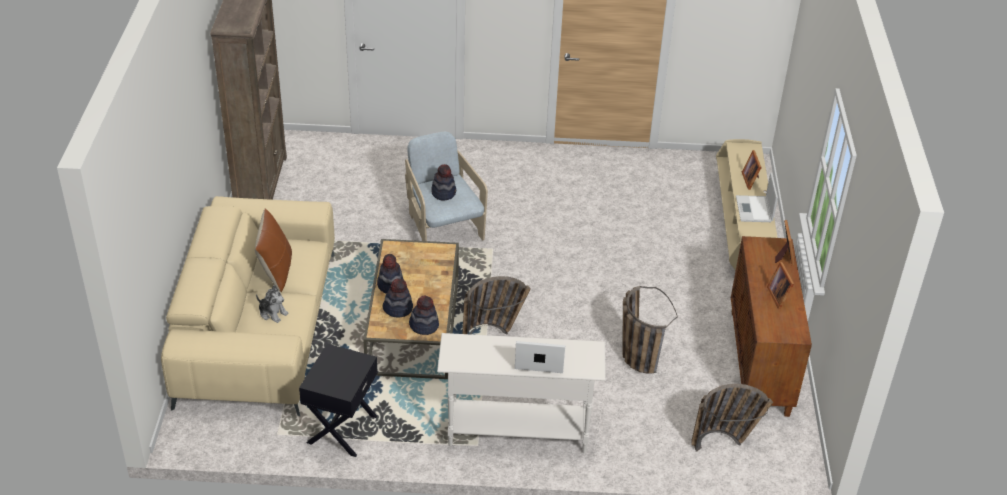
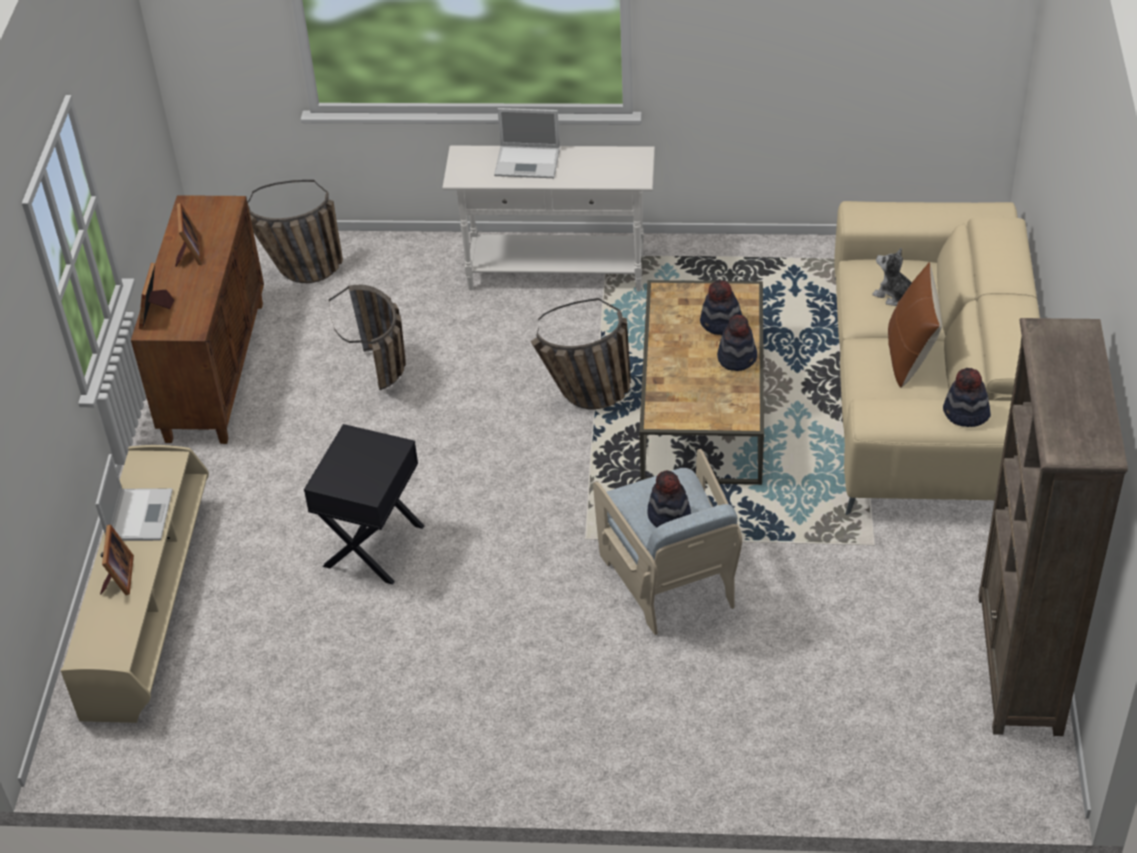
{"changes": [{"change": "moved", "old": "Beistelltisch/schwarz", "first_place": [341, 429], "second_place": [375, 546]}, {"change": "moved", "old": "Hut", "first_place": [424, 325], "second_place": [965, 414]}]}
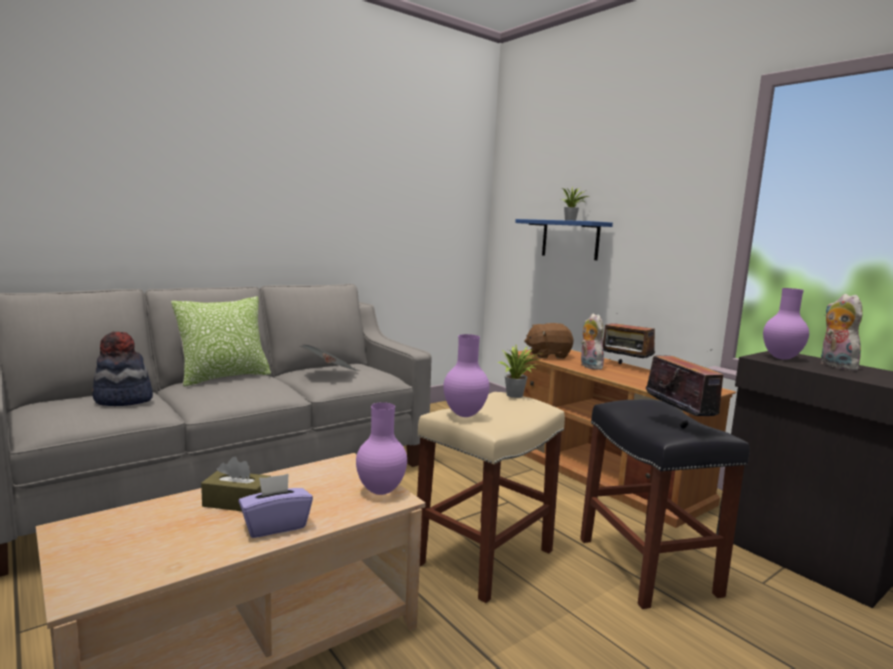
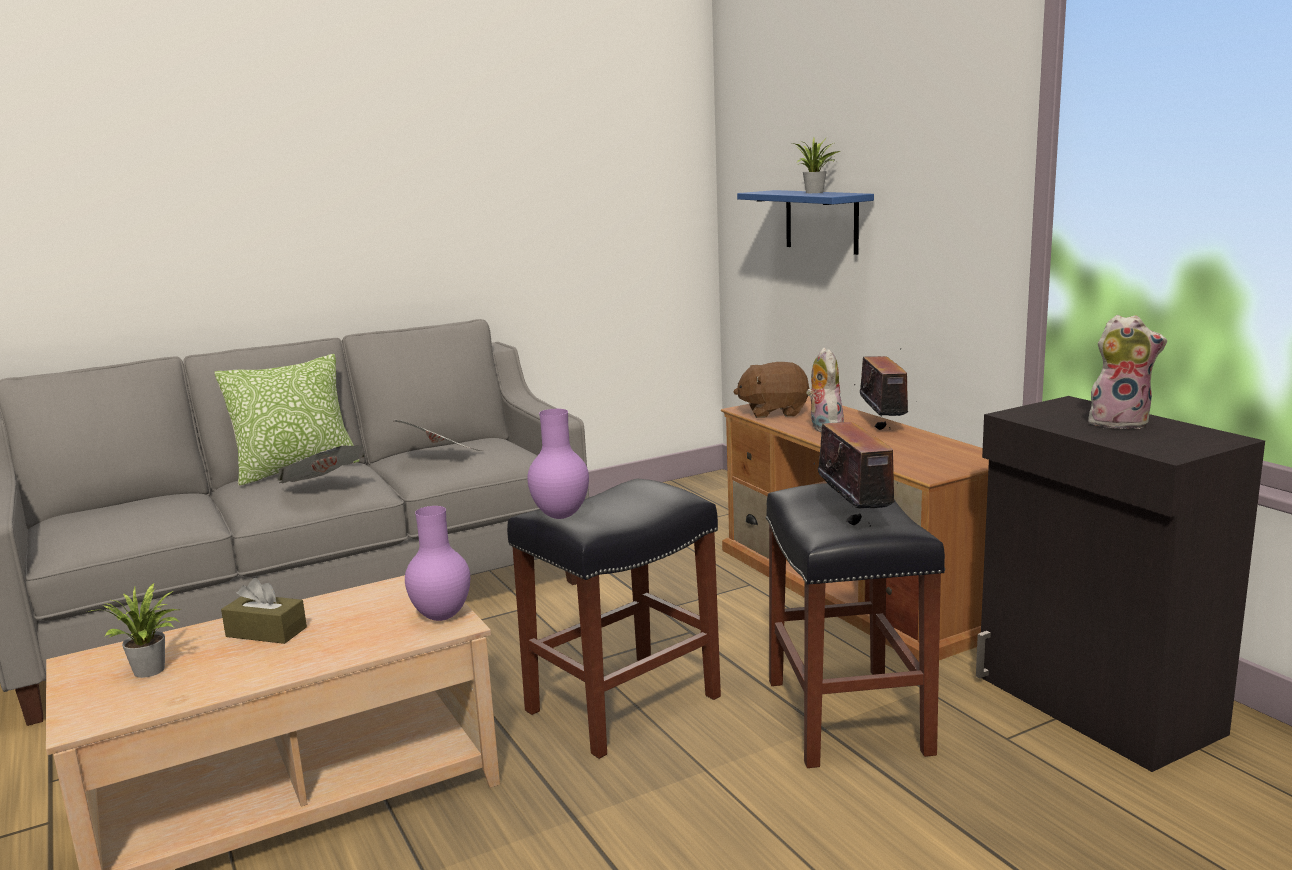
{"changes": [{"change": "removed", "old": "Hut", "first_place": [123, 400]}, {"change": "removed", "old": "Taschentuchbox/lila", "first_place": [275, 525]}, {"change": "removed", "old": "Vase/lila", "first_place": [782, 358]}, {"change": "added", "new": "Zeitung", "second_place": [324, 488]}, {"change": "moved", "old": "Topfpflanze", "first_place": [516, 395], "second_place": [151, 671]}, {"change": "recoloured", "old": "Hocker/beige", "new": "Hocker/schwarz", "first_place": [485, 555], "second_place": [624, 702]}, {"change": "turned", "old": "Radio", "first_place": [625, 366], "second_place": [883, 425], "degrees": -150}, {"change": "turned", "old": "Plüschtier", "first_place": [834, 366], "second_place": [1120, 423], "degrees": 105}]}
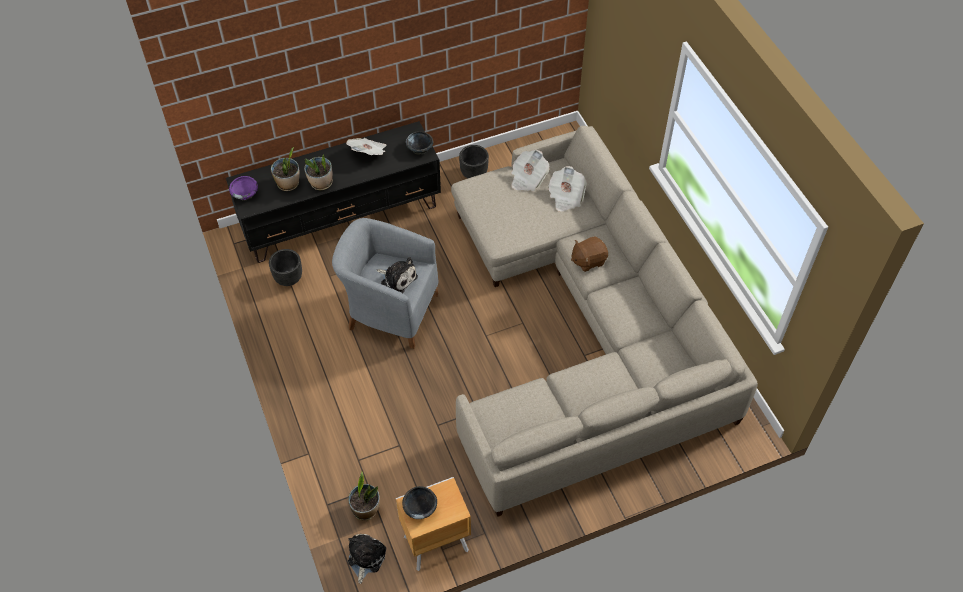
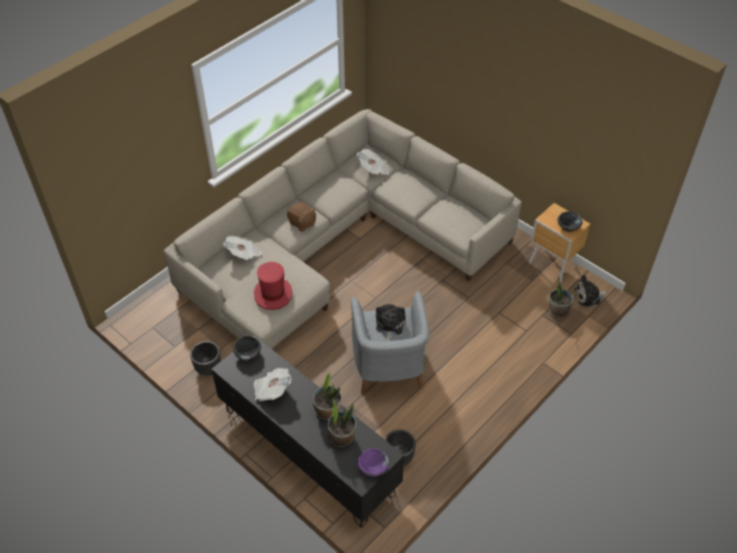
{"changes": [{"change": "added", "new": "Hut/rot", "second_place": [273, 294]}, {"change": "moved", "old": "Zeitung", "first_place": [527, 178], "second_place": [373, 169]}]}
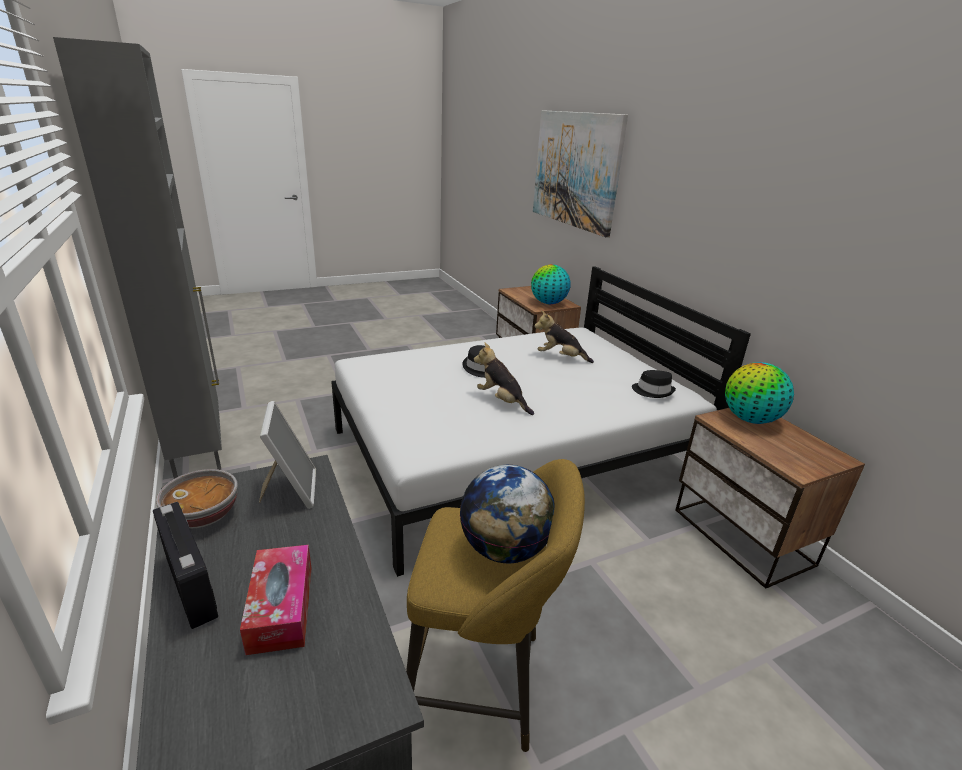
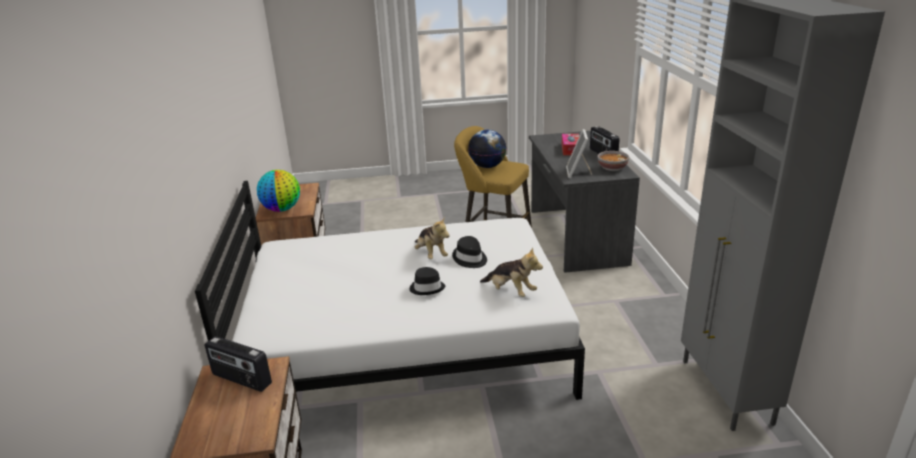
{"changes": [{"change": "removed", "old": "Bild", "first_place": [575, 170]}, {"change": "moved", "old": "Plüschtier", "first_place": [560, 357], "second_place": [510, 291]}, {"change": "moved", "old": "Hut/schwarz", "first_place": [653, 391], "second_place": [470, 259]}, {"change": "replaced", "old": "Globus", "new": "Radio", "first_place": [548, 303], "second_place": [241, 379]}]}
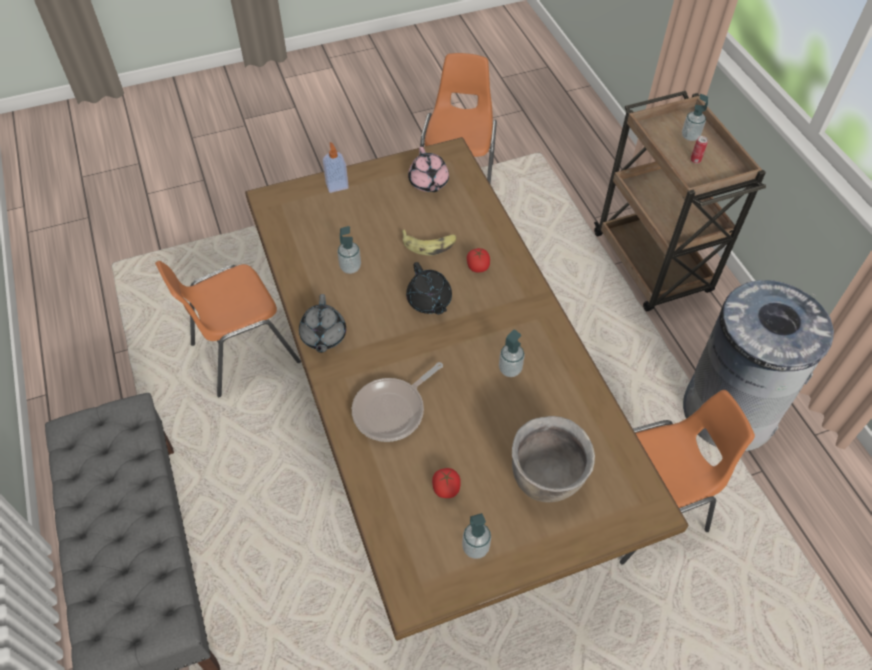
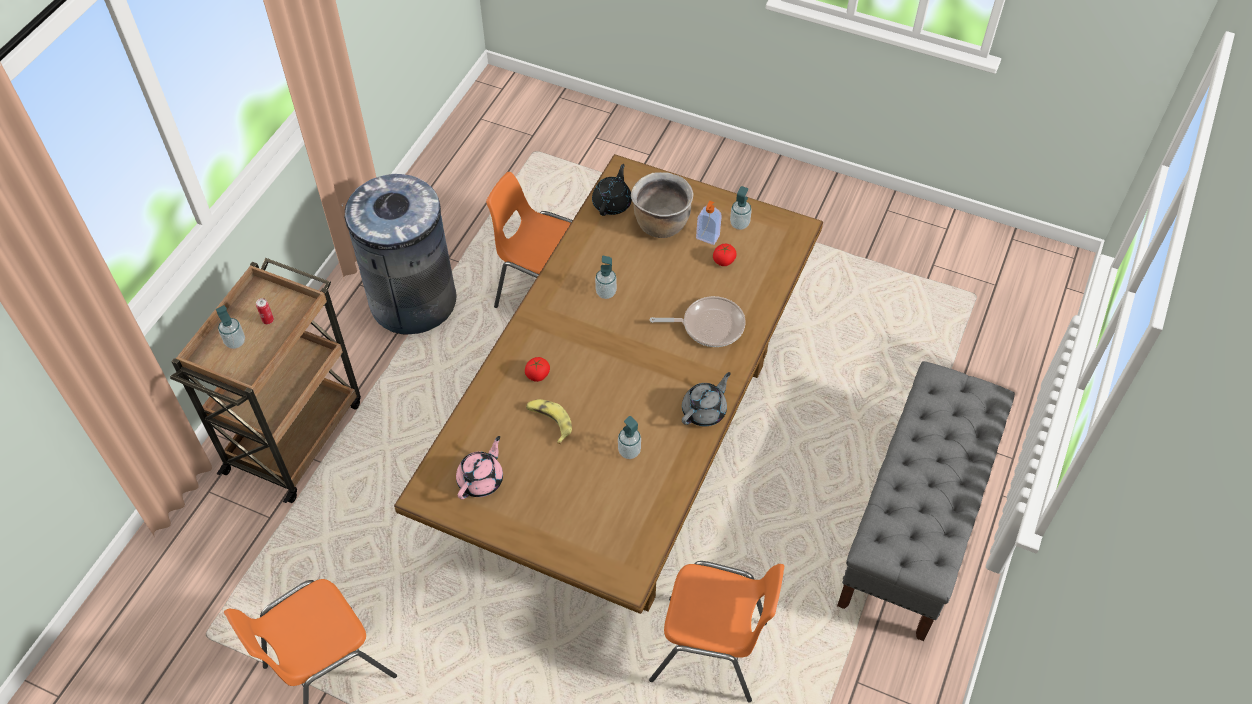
{"changes": [{"change": "moved", "old": "Seifenspender", "first_place": [337, 185], "second_place": [707, 238]}, {"change": "moved", "old": "Teekanne/schwarz", "first_place": [429, 301], "second_place": [612, 203]}]}
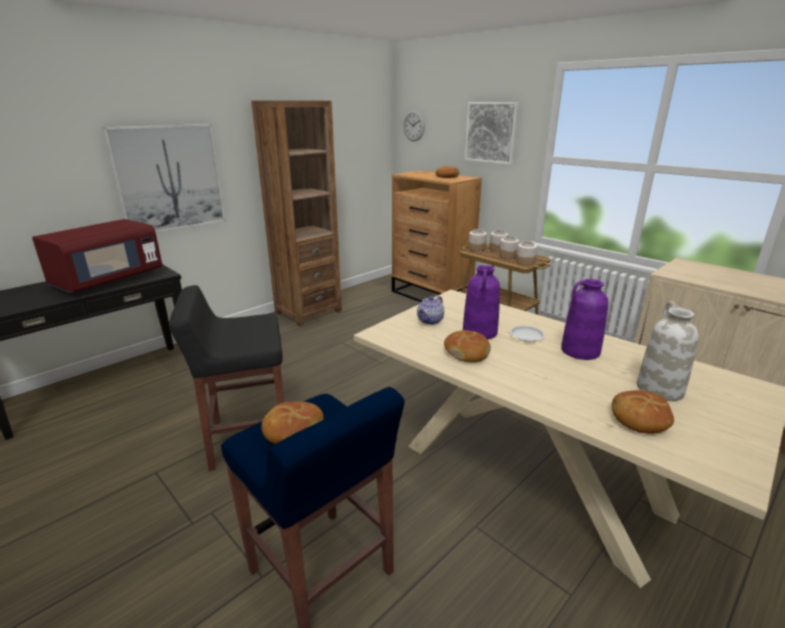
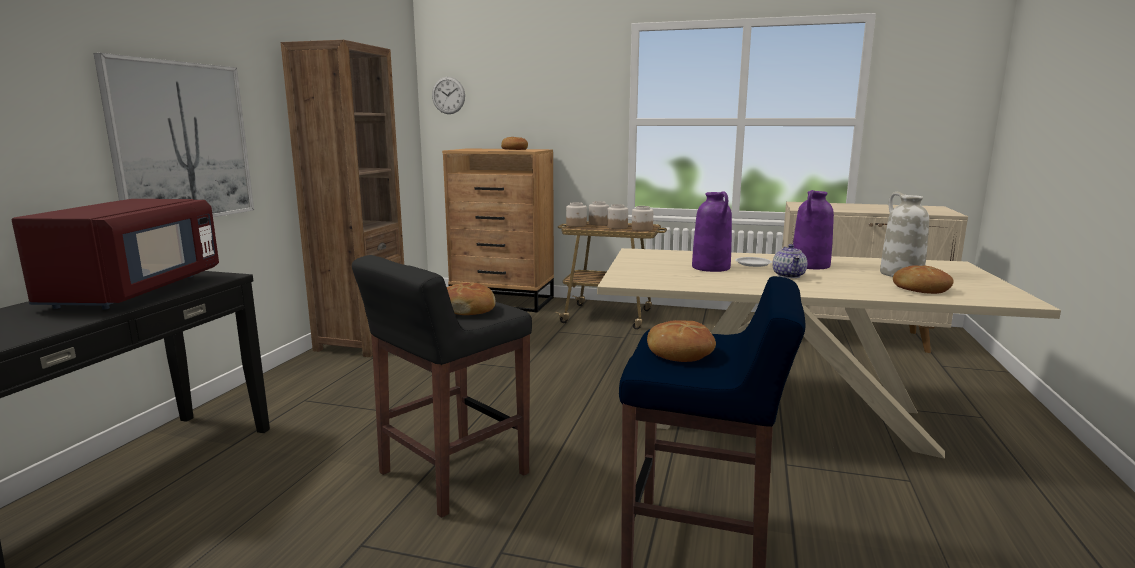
{"changes": [{"change": "removed", "old": "Bild", "first_place": [491, 132]}, {"change": "moved", "old": "Teekanne", "first_place": [430, 320], "second_place": [789, 275]}, {"change": "moved", "old": "Brot", "first_place": [467, 352], "second_place": [468, 309]}]}
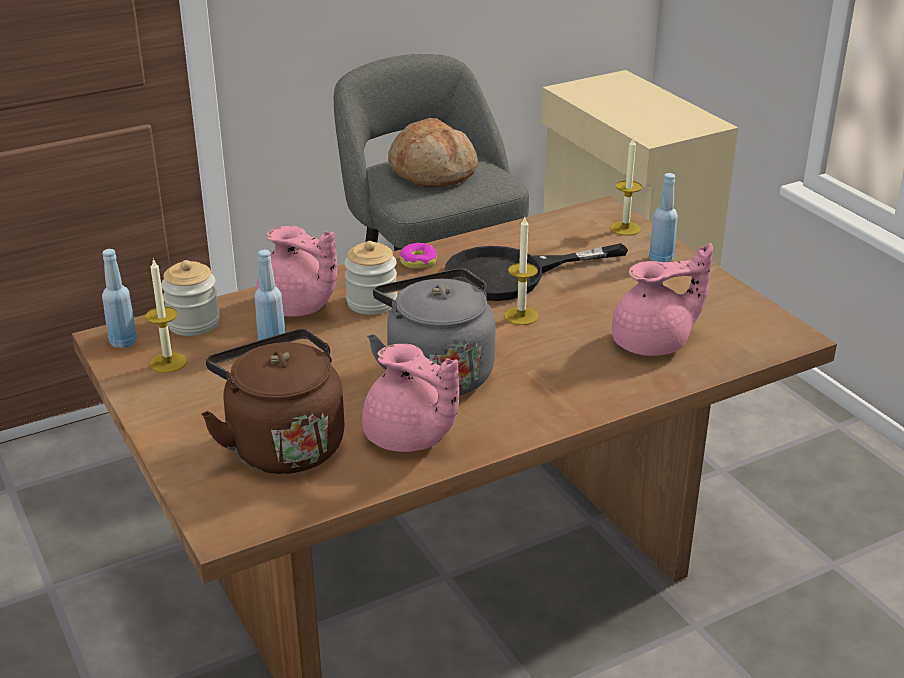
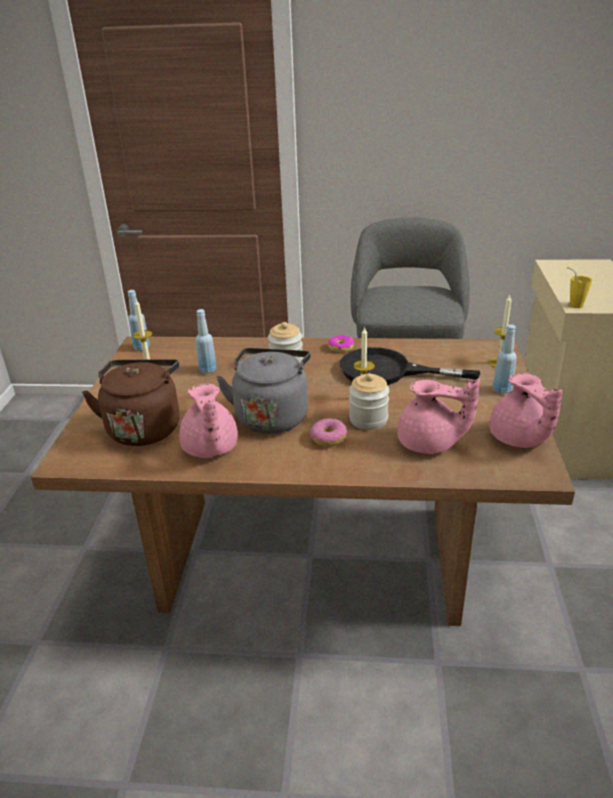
{"changes": [{"change": "removed", "old": "Brot", "first_place": [432, 172]}, {"change": "added", "new": "Donut", "second_place": [328, 438]}, {"change": "added", "new": "Tasse/gelb", "second_place": [574, 304]}, {"change": "moved", "old": "Vorratsglas", "first_place": [193, 323], "second_place": [368, 419]}, {"change": "moved", "old": "Teekanne/rosa", "first_place": [297, 308], "second_place": [519, 439]}]}
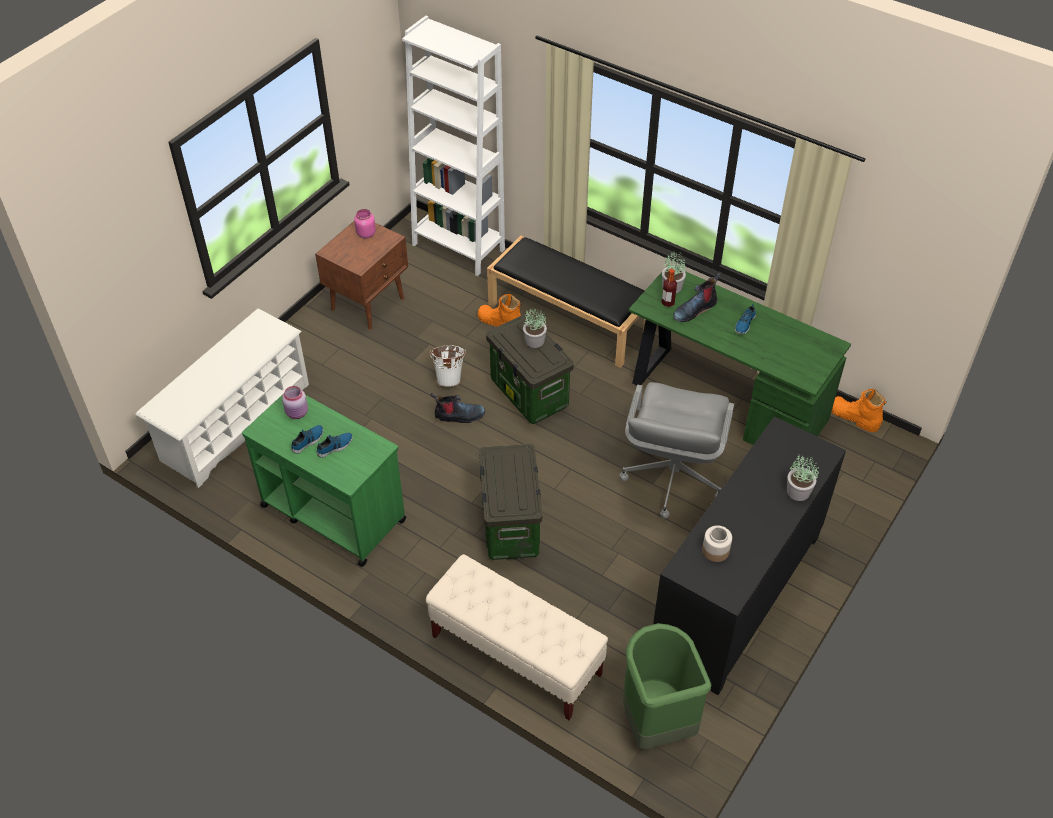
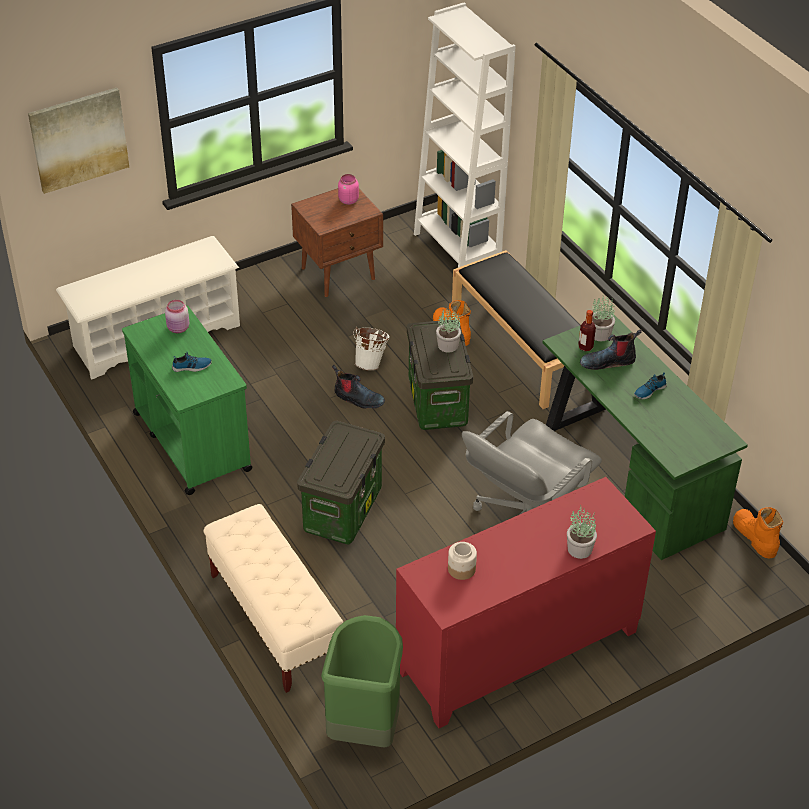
{"changes": [{"change": "removed", "old": "Schuh", "first_place": [308, 441]}, {"change": "added", "new": "Bild", "second_place": [79, 139]}, {"change": "recoloured", "old": "Schrank/schwarz", "new": "Schrank/rot", "first_place": [738, 596], "second_place": [518, 652]}]}
